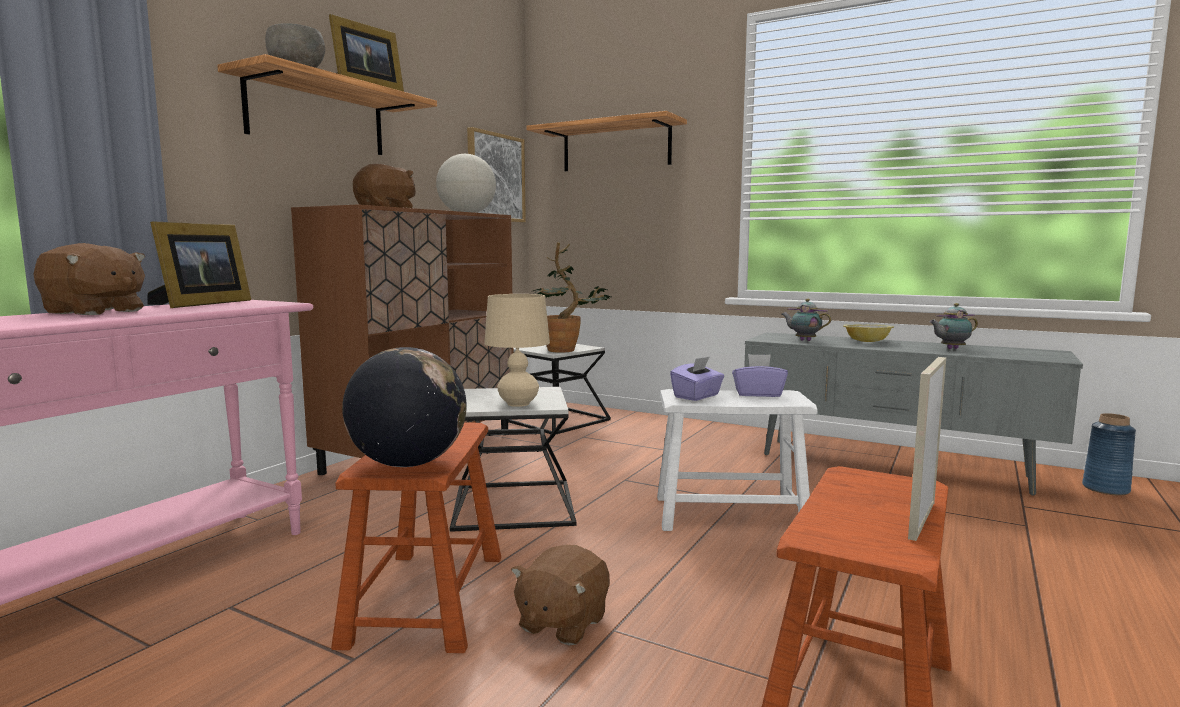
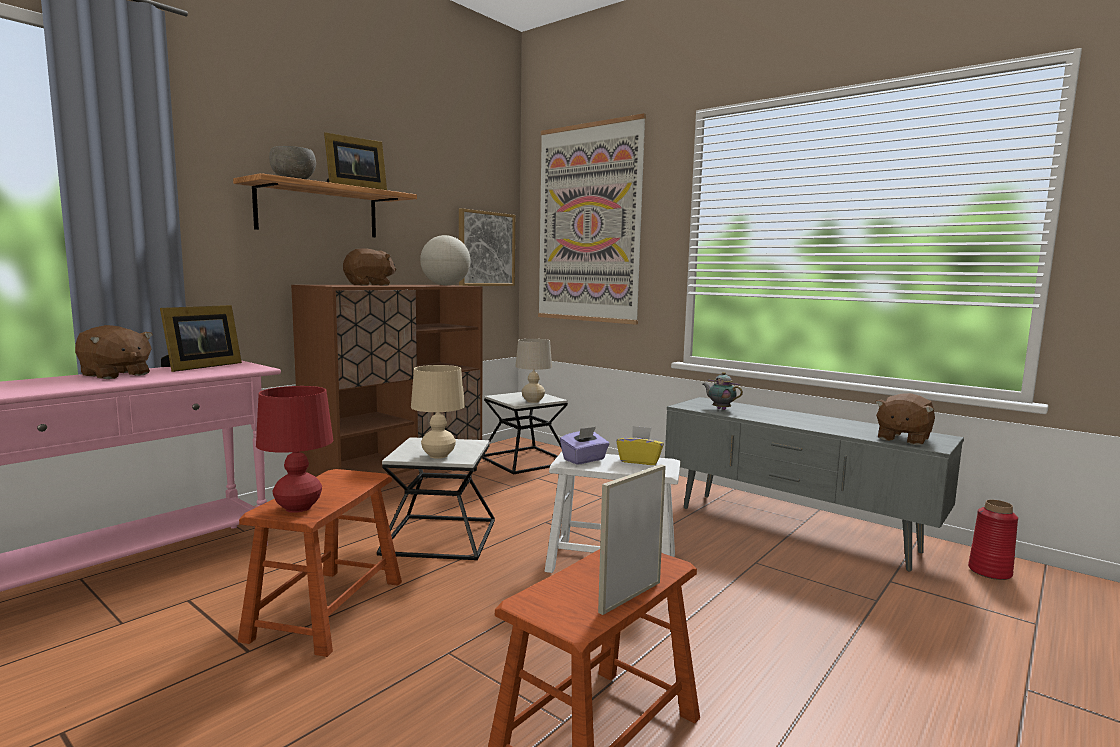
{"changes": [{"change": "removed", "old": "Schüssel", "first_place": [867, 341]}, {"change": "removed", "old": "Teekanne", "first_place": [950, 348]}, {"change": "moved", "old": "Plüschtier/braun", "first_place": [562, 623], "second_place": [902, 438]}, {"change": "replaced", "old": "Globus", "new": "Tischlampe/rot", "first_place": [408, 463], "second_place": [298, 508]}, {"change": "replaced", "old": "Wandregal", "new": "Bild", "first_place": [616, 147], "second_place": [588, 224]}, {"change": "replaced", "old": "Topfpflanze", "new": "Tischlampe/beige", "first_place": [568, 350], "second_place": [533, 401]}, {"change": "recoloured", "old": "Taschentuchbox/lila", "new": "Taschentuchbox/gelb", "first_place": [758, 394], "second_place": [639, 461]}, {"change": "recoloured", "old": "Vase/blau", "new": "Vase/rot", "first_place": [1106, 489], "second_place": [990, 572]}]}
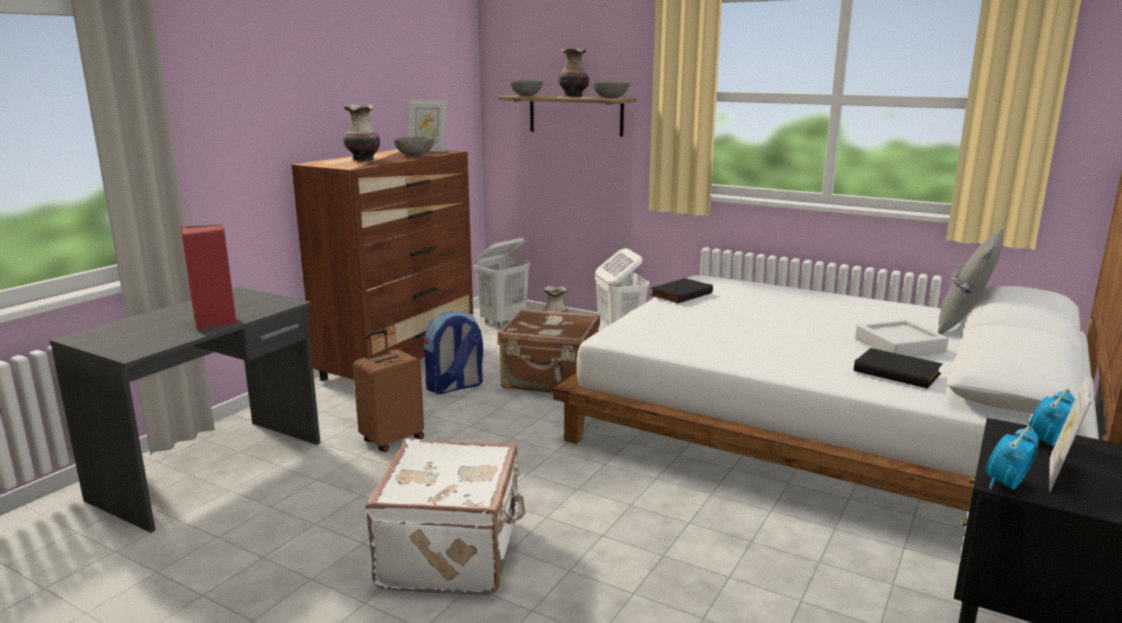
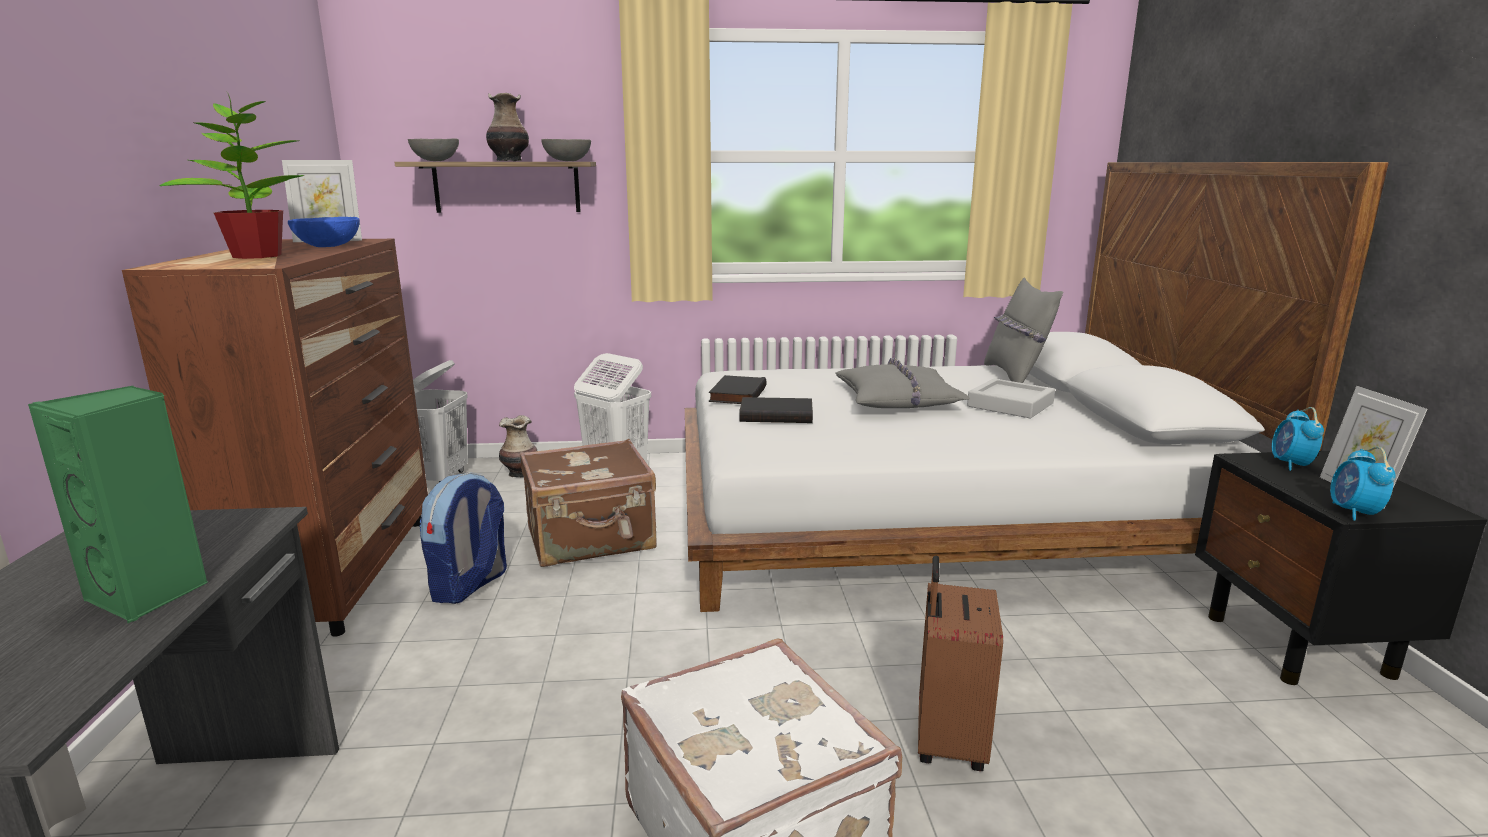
{"changes": [{"change": "added", "new": "Kissen/grau", "second_place": [898, 400]}, {"change": "moved", "old": "Koffer/braun", "first_place": [392, 440], "second_place": [947, 741]}, {"change": "moved", "old": "Buch/schwarz", "first_place": [898, 372], "second_place": [777, 414]}, {"change": "replaced", "old": "Vase", "new": "Topfpflanze", "first_place": [364, 160], "second_place": [256, 256]}, {"change": "recoloured", "old": "Lautsprecher/rot", "new": "Lautsprecher/grün", "first_place": [215, 322], "second_place": [150, 594]}, {"change": "recoloured", "old": "Schüssel/grau", "new": "Schüssel/blau", "first_place": [415, 155], "second_place": [329, 246]}]}
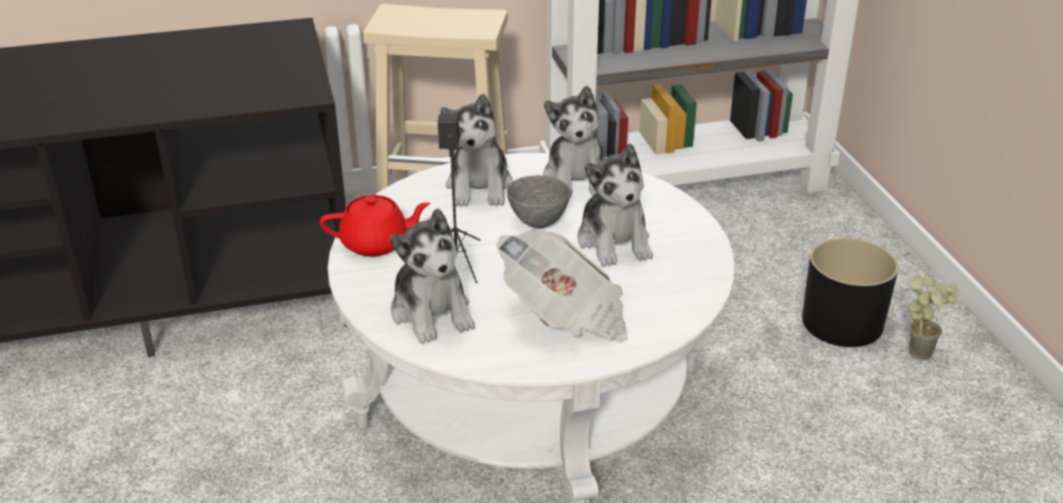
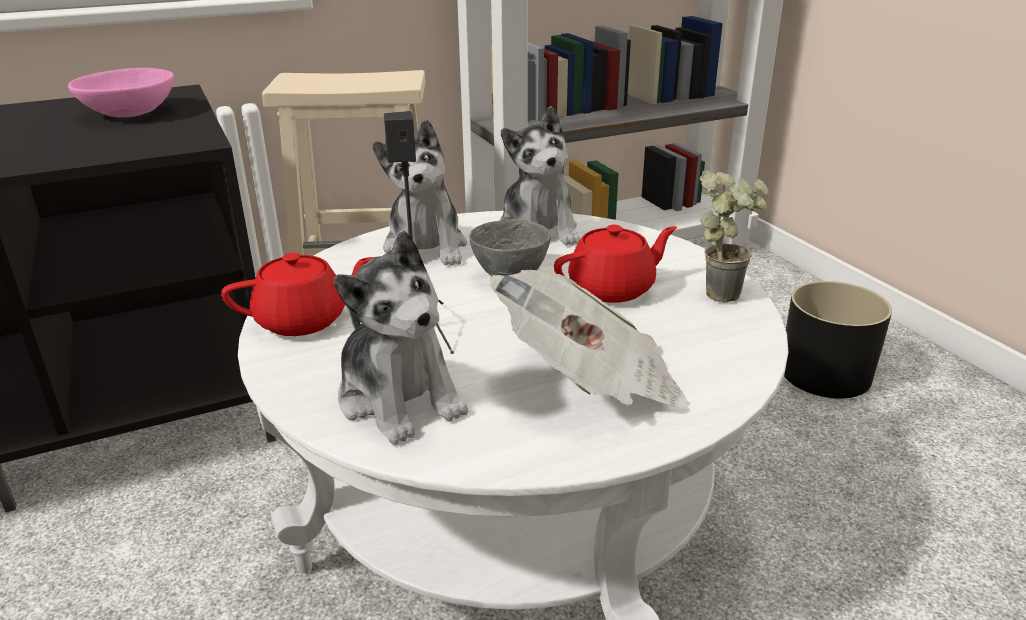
{"changes": [{"change": "added", "new": "Schüssel/rosa", "second_place": [131, 113]}, {"change": "moved", "old": "Topfpflanze", "first_place": [922, 350], "second_place": [725, 291]}, {"change": "replaced", "old": "Plüschtier", "new": "Teekanne/rot", "first_place": [614, 241], "second_place": [613, 289]}]}
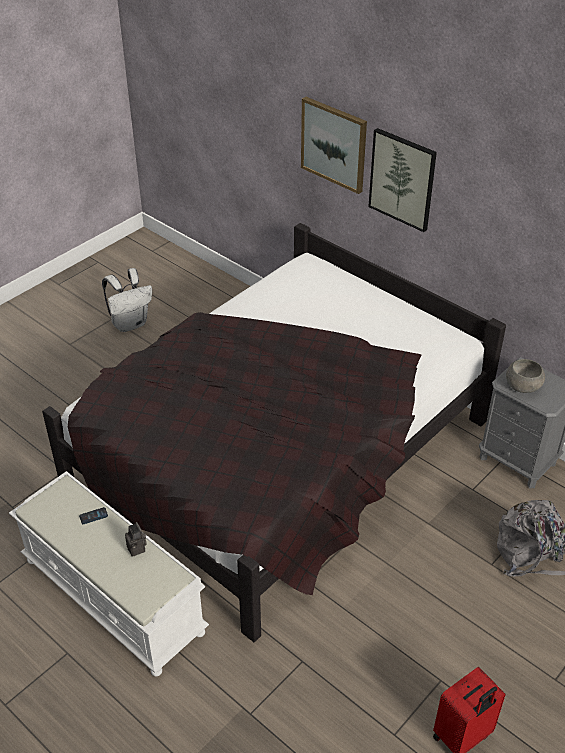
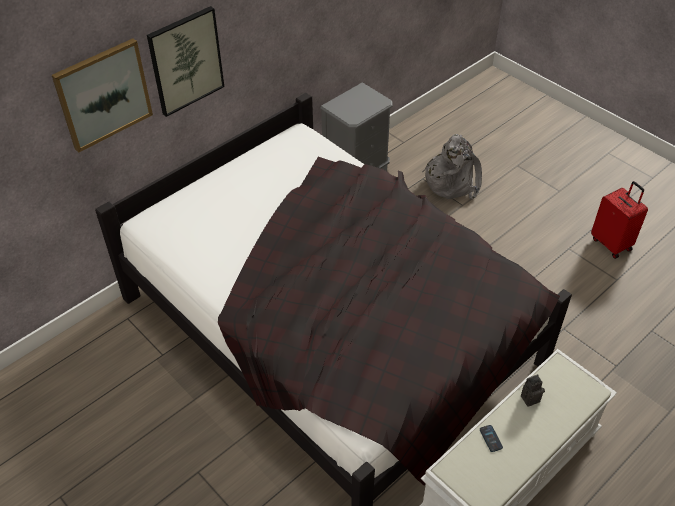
{"changes": [{"change": "removed", "old": "Rucksack/weiß", "first_place": [130, 323]}, {"change": "removed", "old": "Schüssel/grau", "first_place": [523, 386]}]}
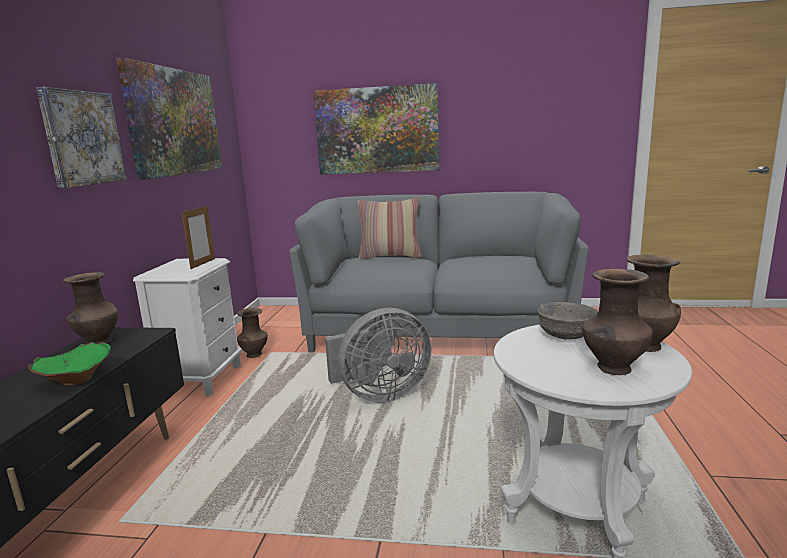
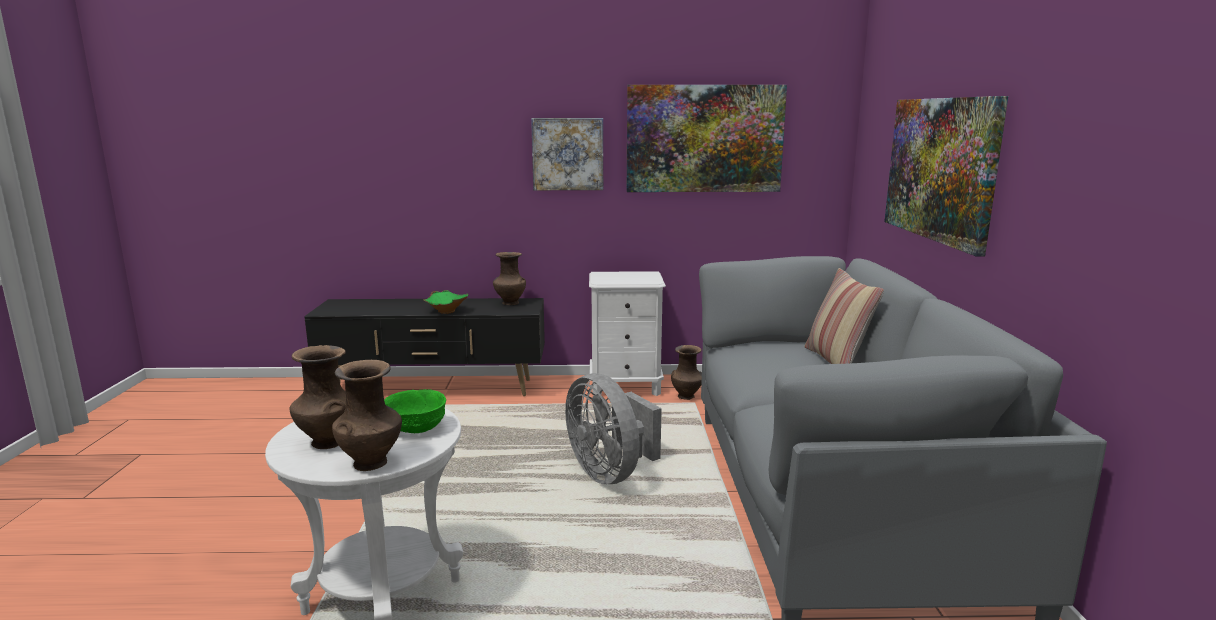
{"changes": [{"change": "removed", "old": "Bilderrahmen", "first_place": [203, 264]}, {"change": "recoloured", "old": "Schüssel/grau", "new": "Schüssel/grün", "first_place": [565, 336], "second_place": [416, 428]}]}
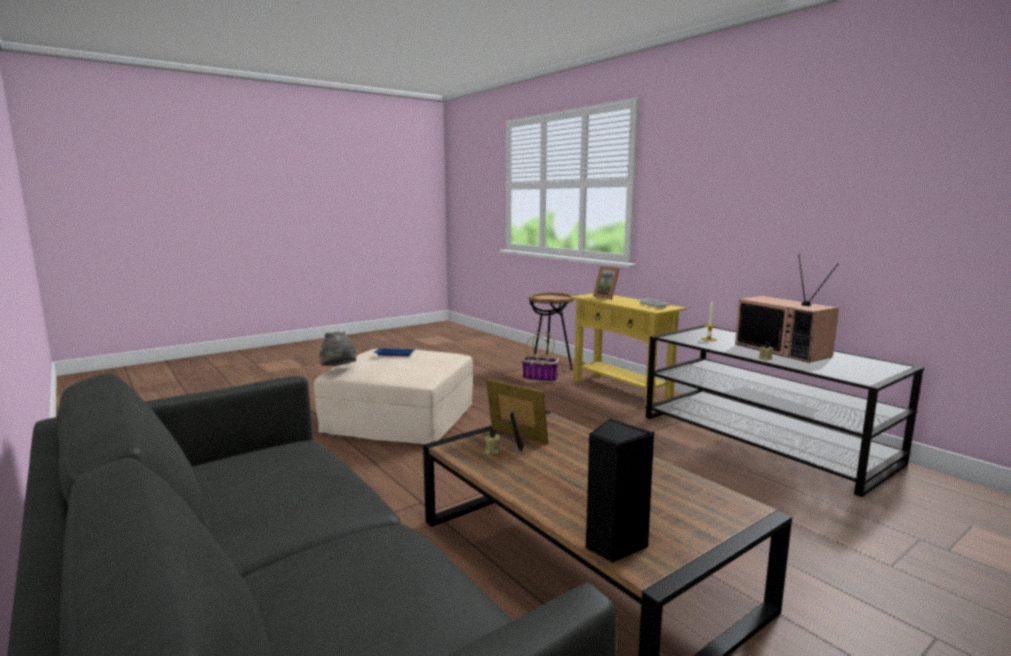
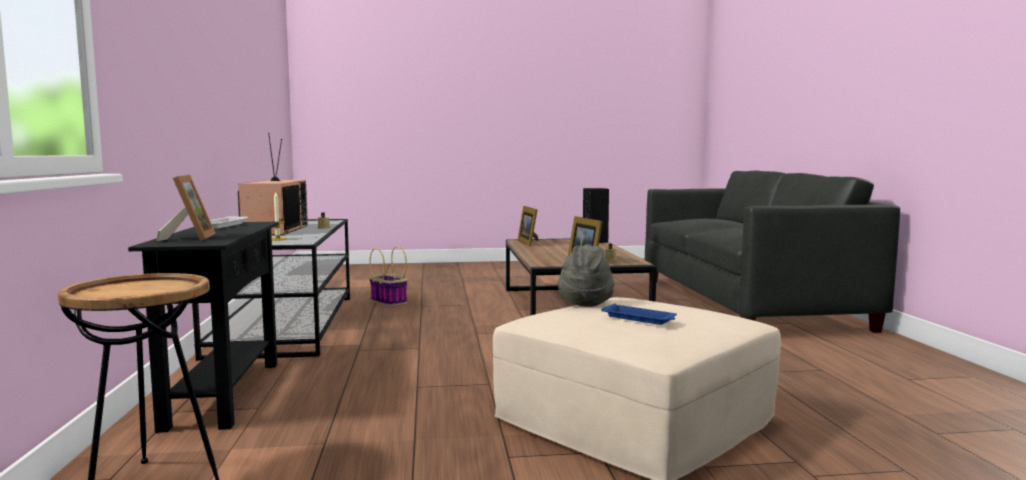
{"changes": [{"change": "added", "new": "Bilderrahmen", "second_place": [529, 243]}, {"change": "moved", "old": "Hut/grau", "first_place": [339, 368], "second_place": [585, 302]}, {"change": "moved", "old": "Korb", "first_place": [541, 378], "second_place": [388, 301]}, {"change": "recoloured", "old": "Konsolentisch/gelb", "new": "Konsolentisch/schwarz", "first_place": [621, 389], "second_place": [224, 393]}]}
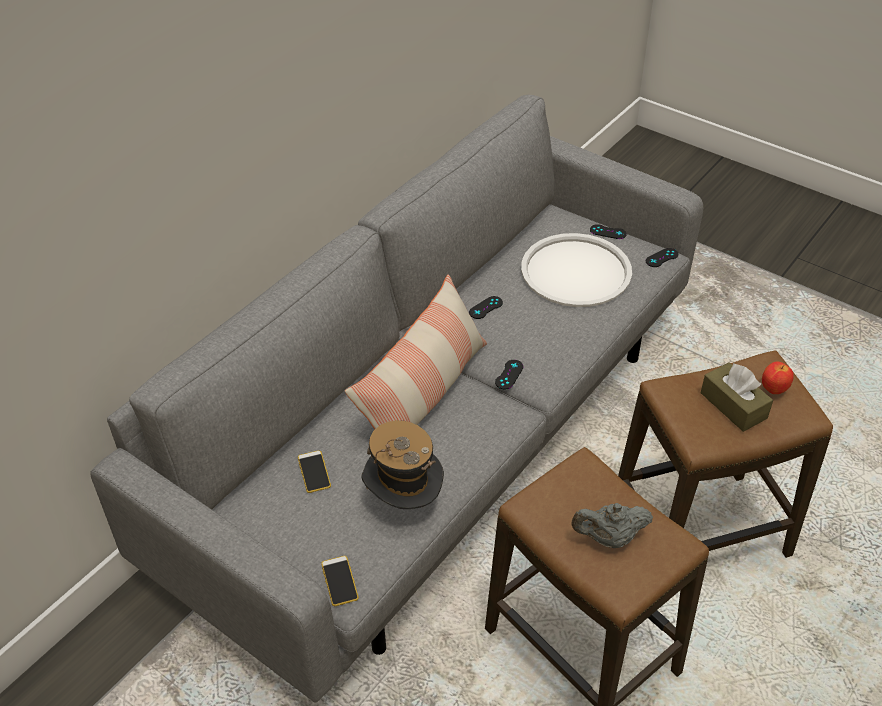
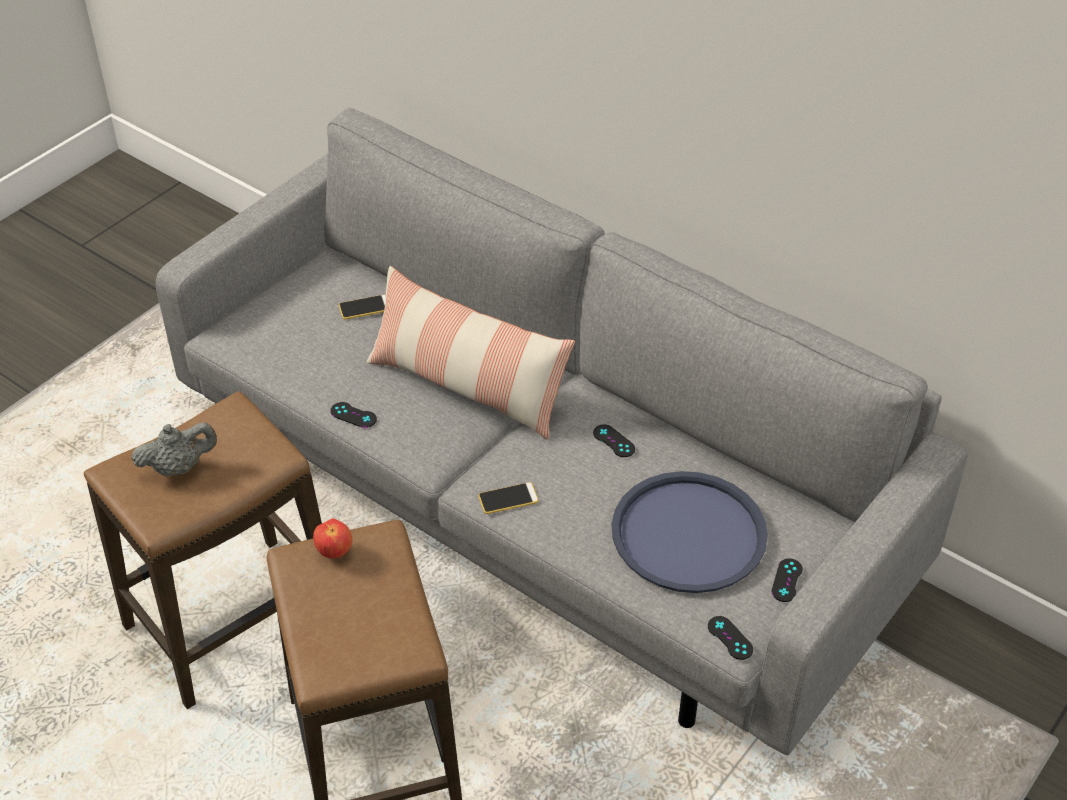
{"changes": [{"change": "removed", "old": "Hut", "first_place": [404, 502]}, {"change": "removed", "old": "Taschentuchbox/braun", "first_place": [733, 405]}, {"change": "moved", "old": "Handy", "first_place": [339, 581], "second_place": [508, 499]}, {"change": "moved", "old": "Gamepad/schwarz", "first_place": [509, 374], "second_place": [353, 415]}, {"change": "moved", "old": "Apfel", "first_place": [773, 389], "second_place": [335, 552]}, {"change": "recoloured", "old": "Tablett/weiß", "new": "Tablett/blau", "first_place": [575, 271], "second_place": [689, 533]}, {"change": "turned", "old": "Teekanne/grau", "first_place": [609, 538], "second_place": [179, 467], "degrees": 75}]}
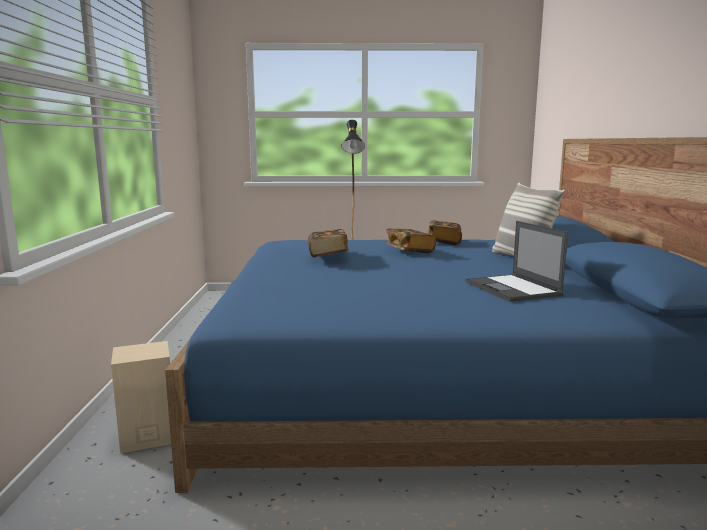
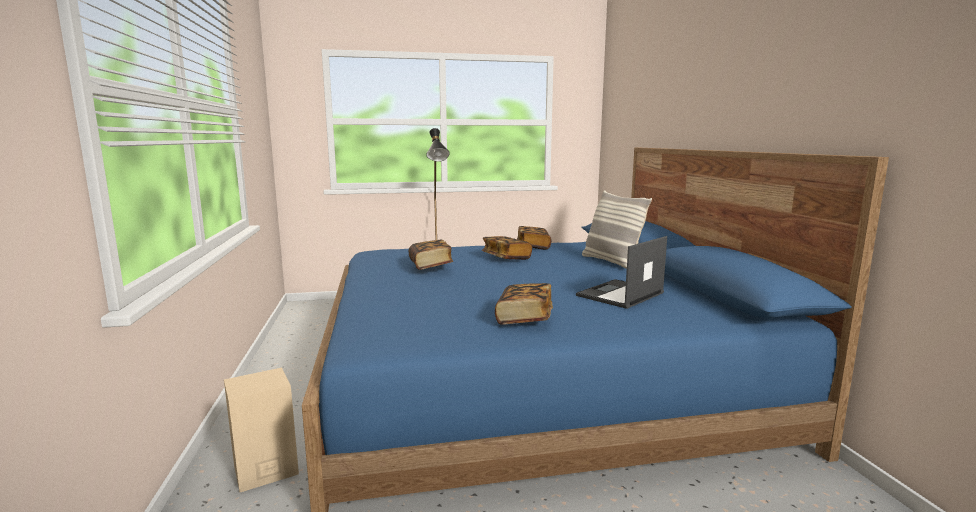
{"changes": [{"change": "added", "new": "Buch", "second_place": [524, 318]}, {"change": "turned", "old": "Laptop", "first_place": [513, 289], "second_place": [620, 294], "degrees": 75}]}
